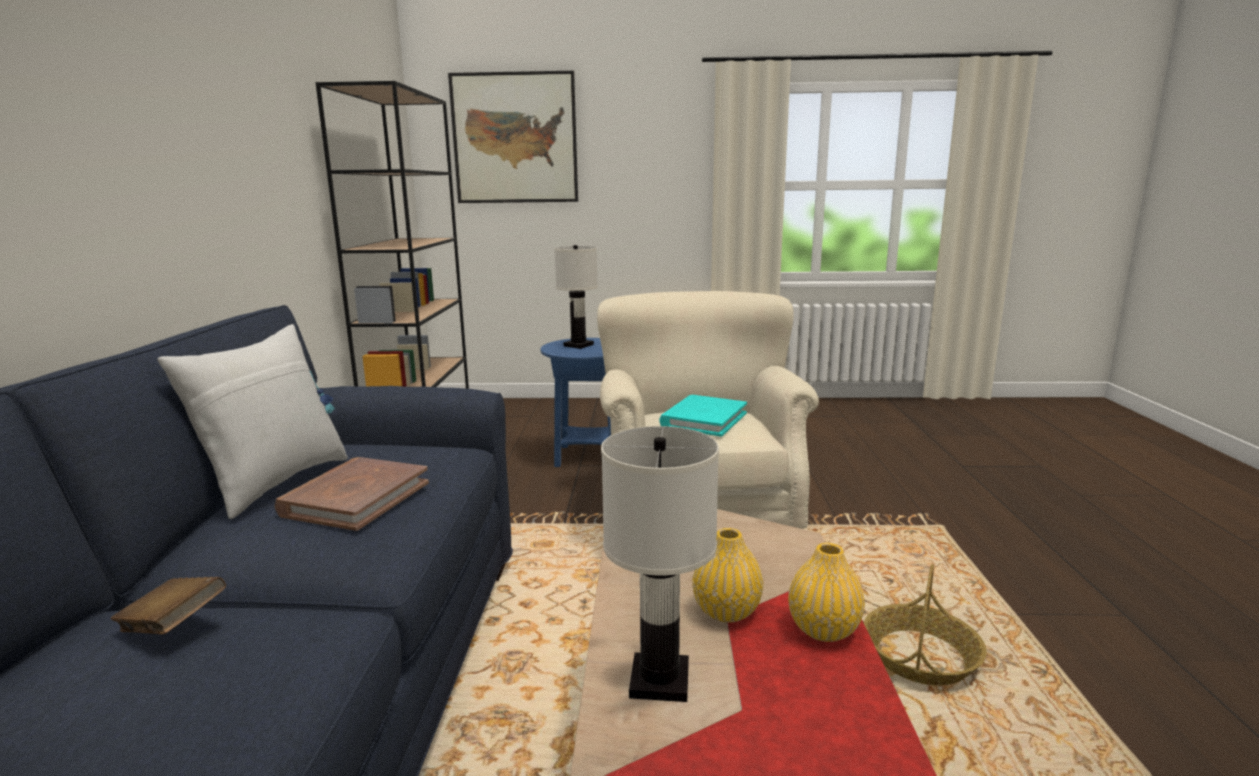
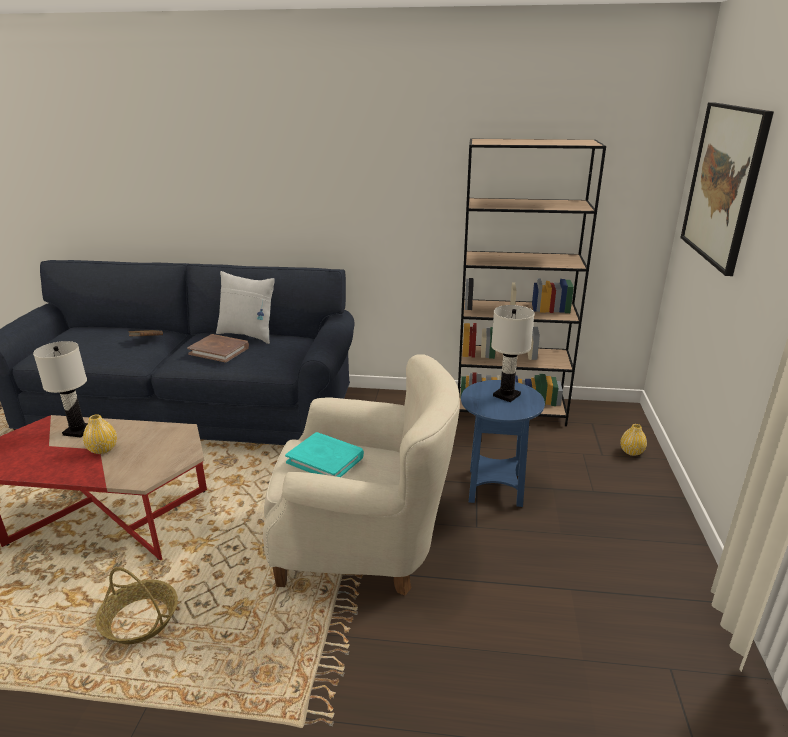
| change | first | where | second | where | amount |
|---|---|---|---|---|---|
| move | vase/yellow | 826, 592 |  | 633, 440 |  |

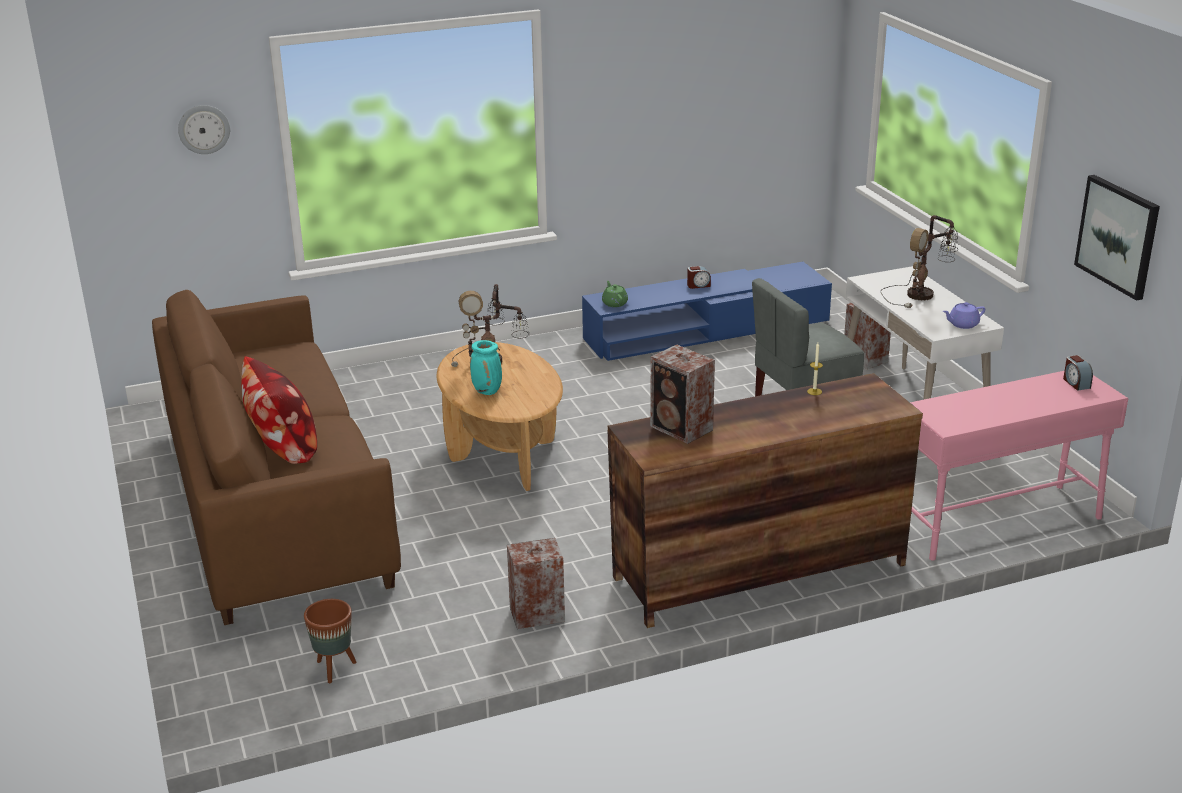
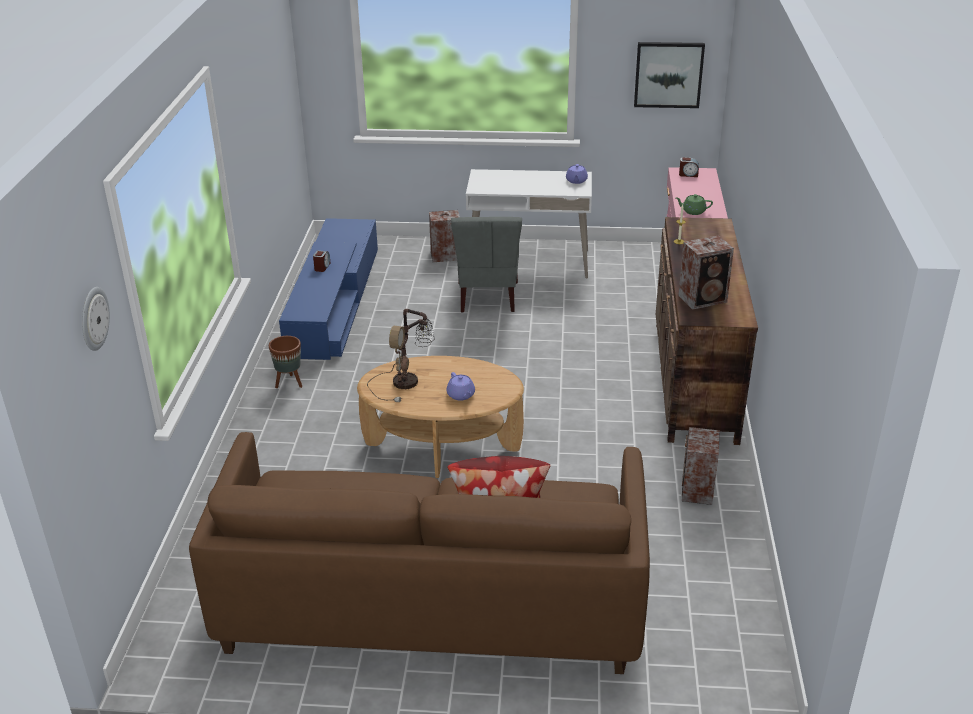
| change | first | where | second | where | amount |
|---|---|---|---|---|---|
| move | plant pot/brown-coloured | 330, 641 |  | 285, 362 |  |
| replace | vase/turquoise | 486, 367 | pot for tea/purple | 461, 386 |  |
| move | pot for tea/greenish | 615, 294 |  | 694, 204 |  |
| delete | lamp for a table | 919, 261 |  |  |  |

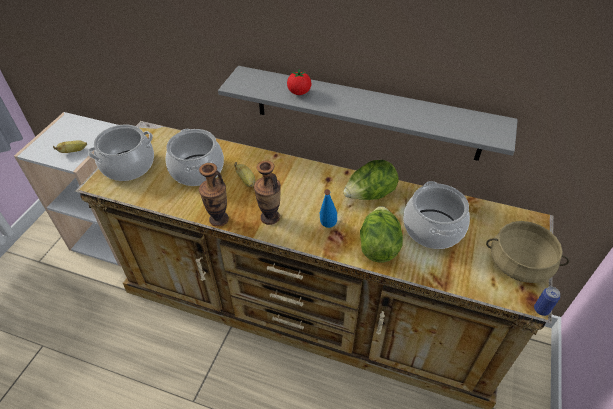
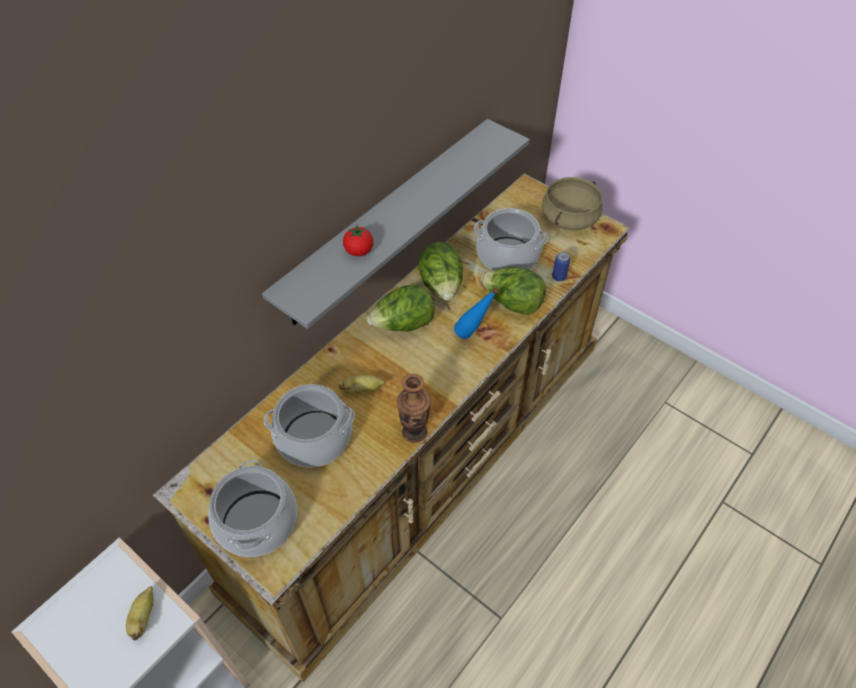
| change | first | where | second | where | amount |
|---|---|---|---|---|---|
| insert |  |  | head of lettuce | 400, 308 |  |
| move | sealed can | 547, 301 |  | 561, 267 |  |
| delete | vase | 267, 193 |  |  |  |

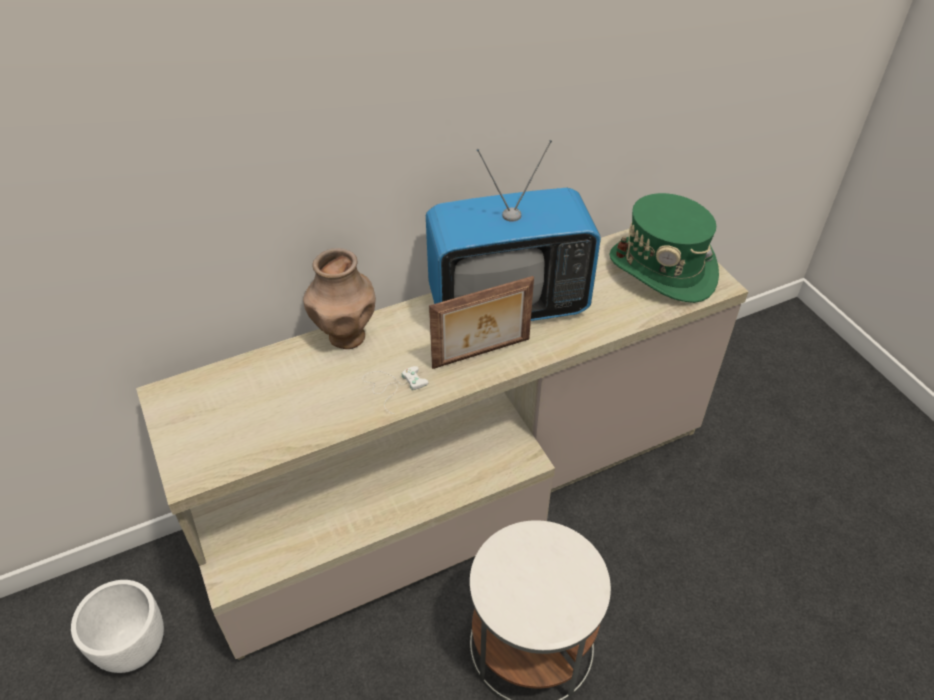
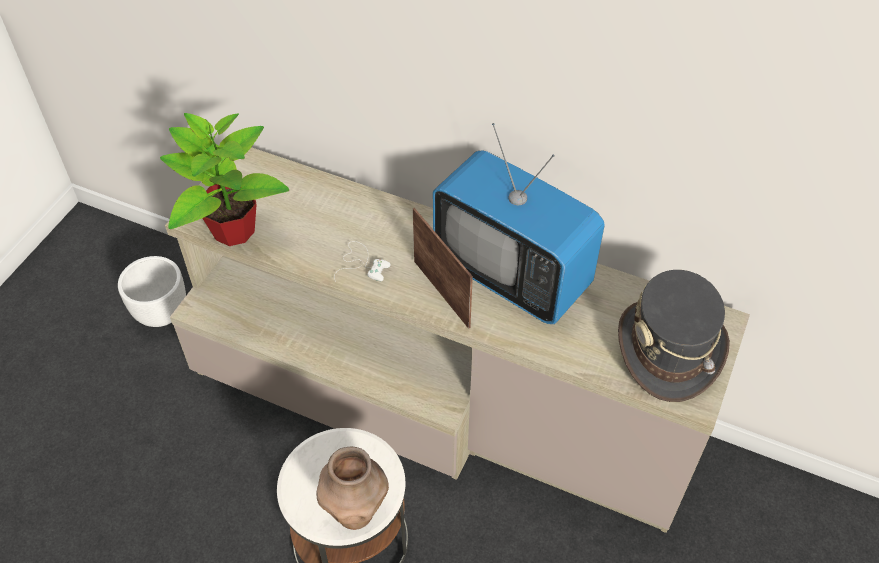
| change | first | where | second | where | amount |
|---|---|---|---|---|---|
| insert |  |  | potted plant | 224, 179 |  |
| move | vase/brown-coloured | 339, 298 |  | 353, 488 |  |
| rotate | photo frame | 481, 322 |  | 443, 268 | 150 degrees counterclockwise |
| recolor | clothing hat/greenish | 664, 248 | clothing hat/greyish | 674, 336 |  |

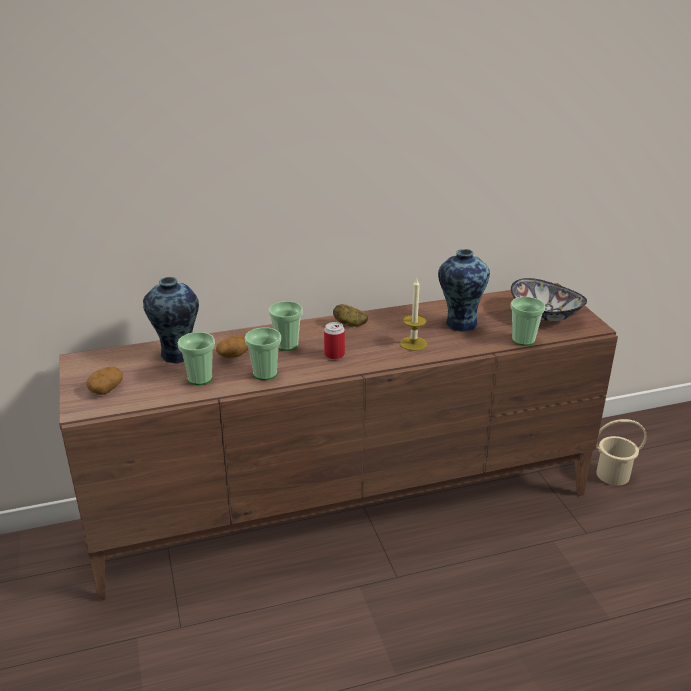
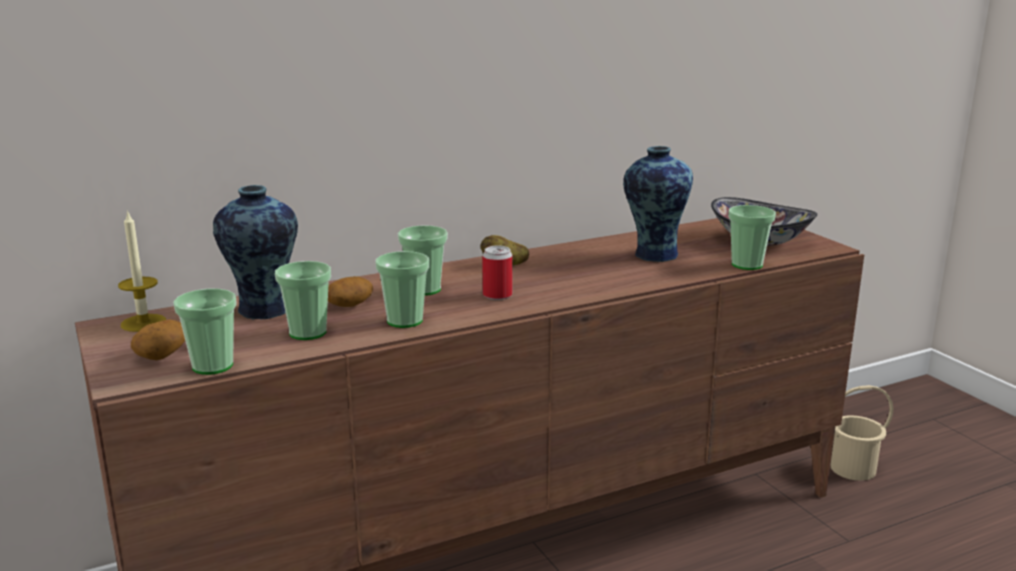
| change | first | where | second | where | amount |
|---|---|---|---|---|---|
| move | wax candle | 413, 315 |  | 142, 271 |  |
| insert |  |  | cup | 205, 332 |  |

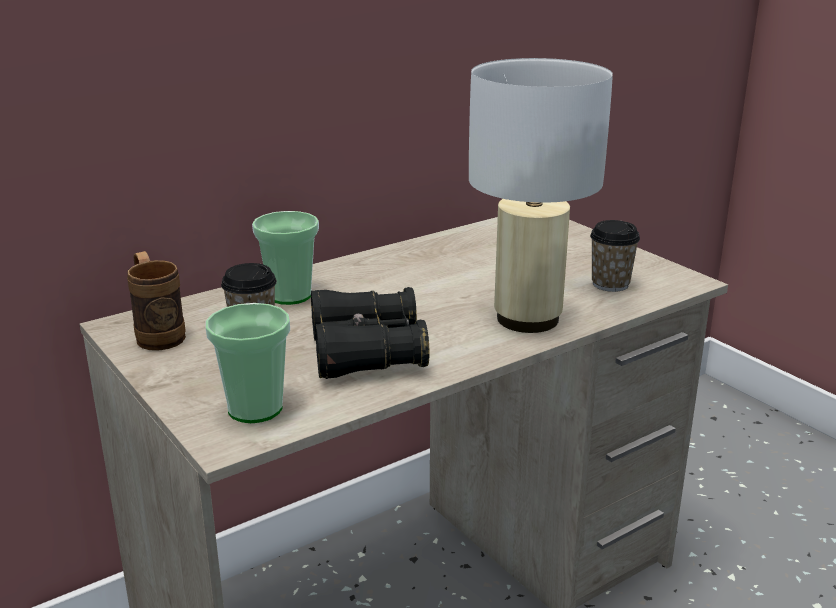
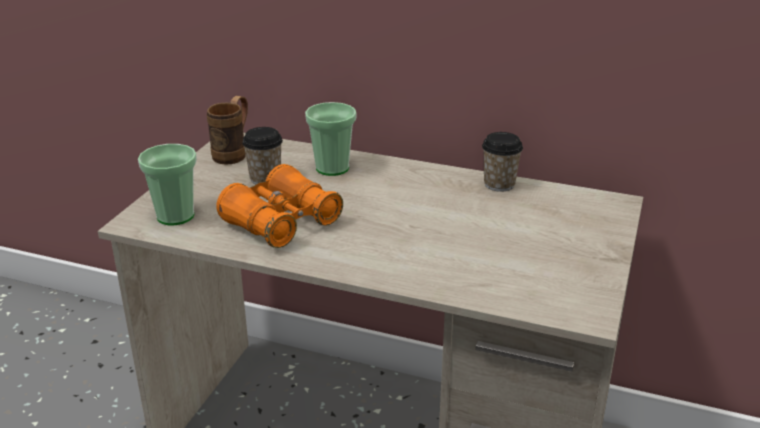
| change | first | where | second | where | amount |
|---|---|---|---|---|---|
| recolor | pair of binoculars/blackish | 370, 333 | pair of binoculars/orange-coloured | 279, 206 |  |
| move | cup | 615, 256 |  | 502, 162 |  |
| delete | lamp for a table/whitish | 541, 195 |  |  |  |

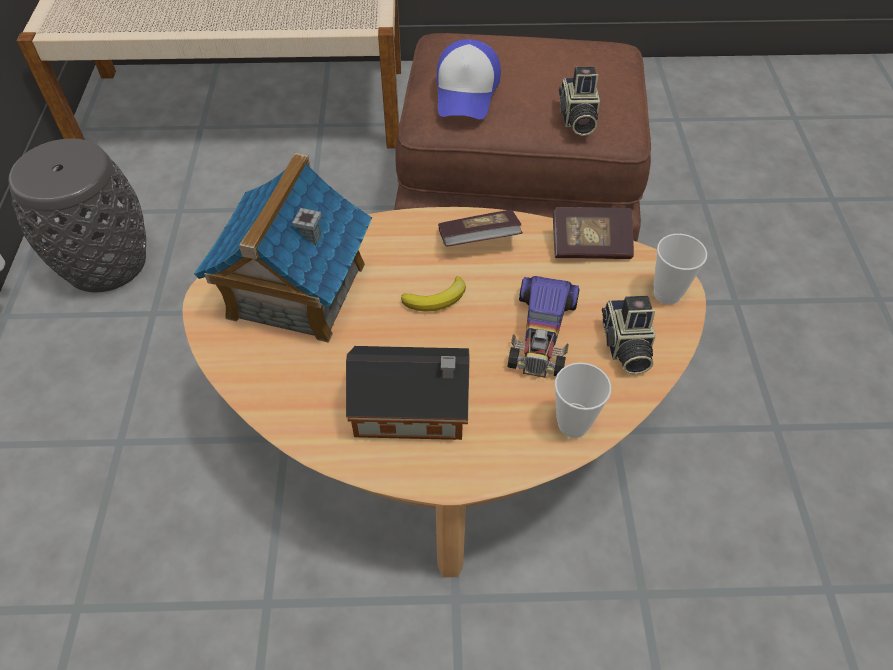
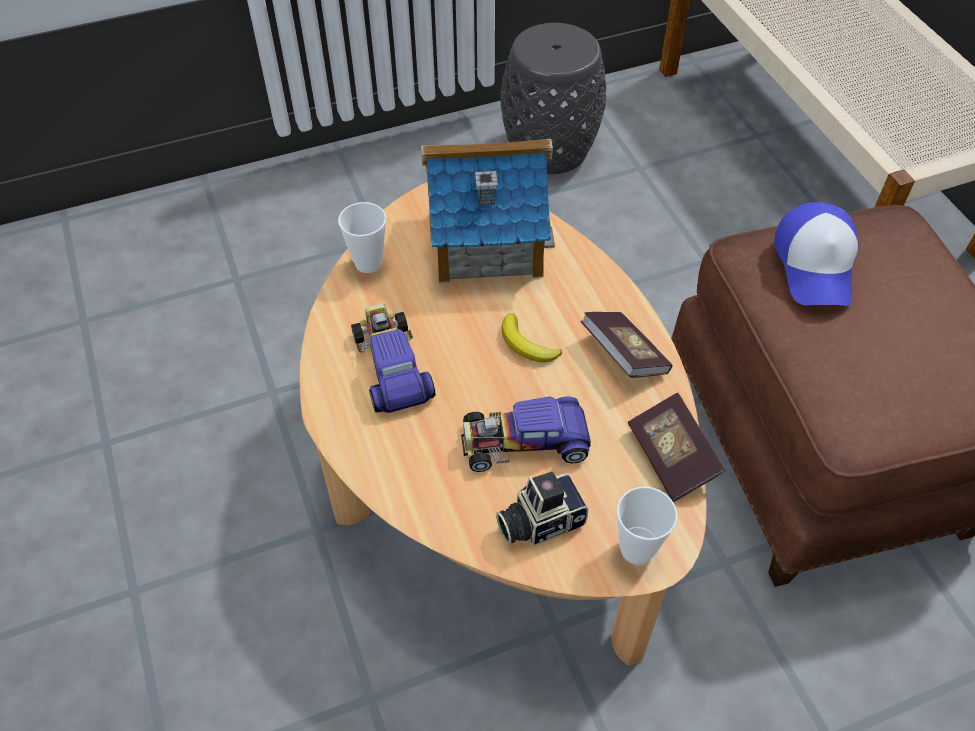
| change | first | where | second | where | amount |
|---|---|---|---|---|---|
| move | cup | 583, 400 |  | 362, 237 |  |
| replace | toy house | 408, 393 | toy car | 393, 358 |  |
| rotate | baseball cap | 469, 79 |  | 816, 254 | 75 degrees counterclockwise |
| delete | still camera | 579, 101 |  |  |  |

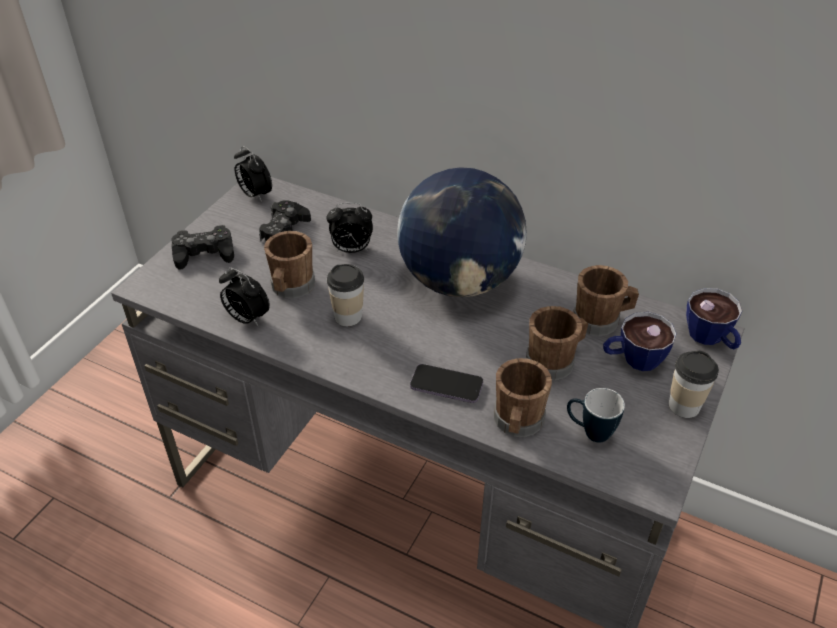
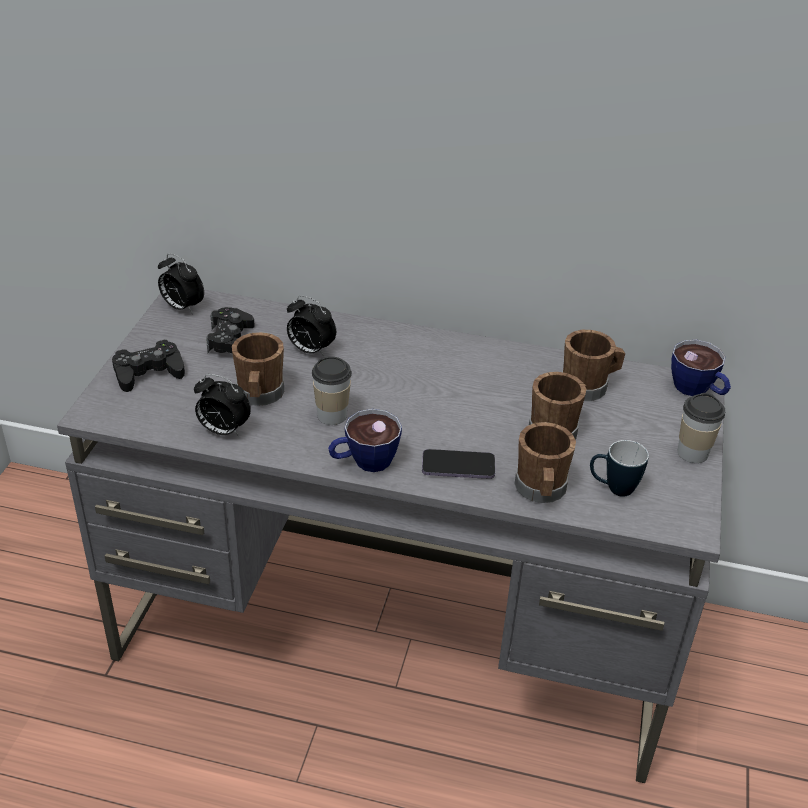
| change | first | where | second | where | amount |
|---|---|---|---|---|---|
| rotate | bedside clock | 350, 227 |  | 311, 326 | 45 degrees clockwise |
| move | cup | 640, 341 |  | 365, 440 |  |
| delete | desk globe | 462, 232 |  |  |  |

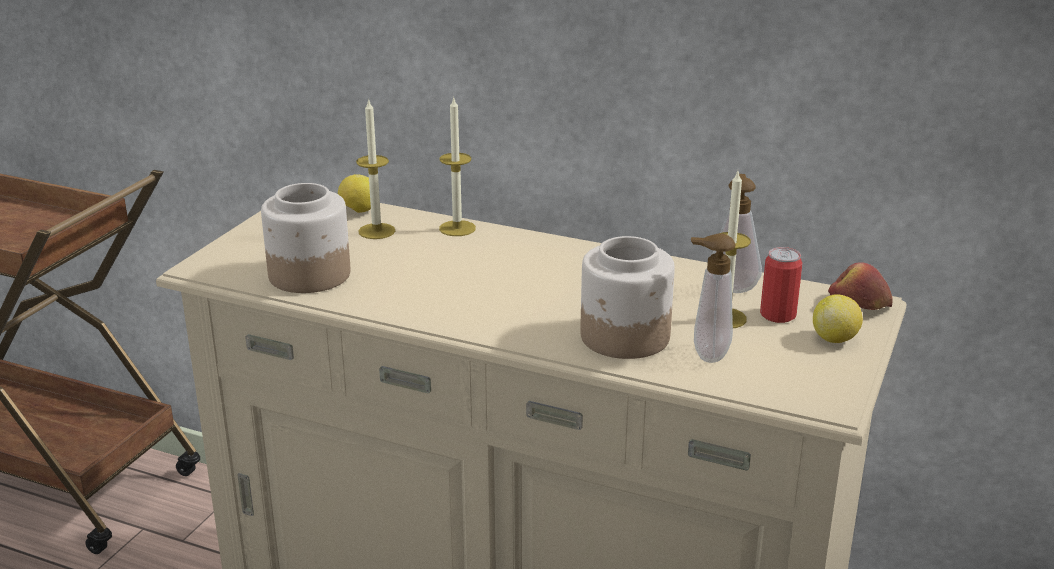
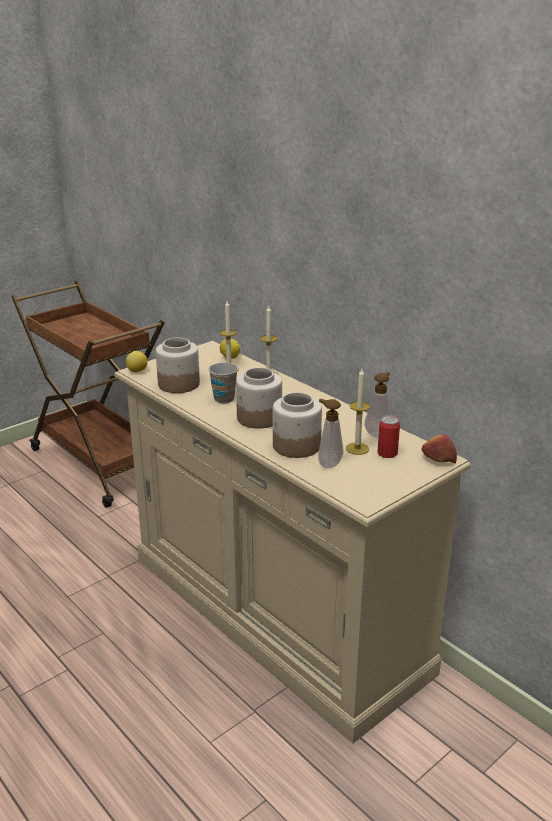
| change | first | where | second | where | amount |
|---|---|---|---|---|---|
| move | whole lemon | 838, 318 |  | 137, 361 |  |
| insert |  |  | cup | 223, 383 |  |
| insert |  |  | preserve jar | 259, 398 |  |

